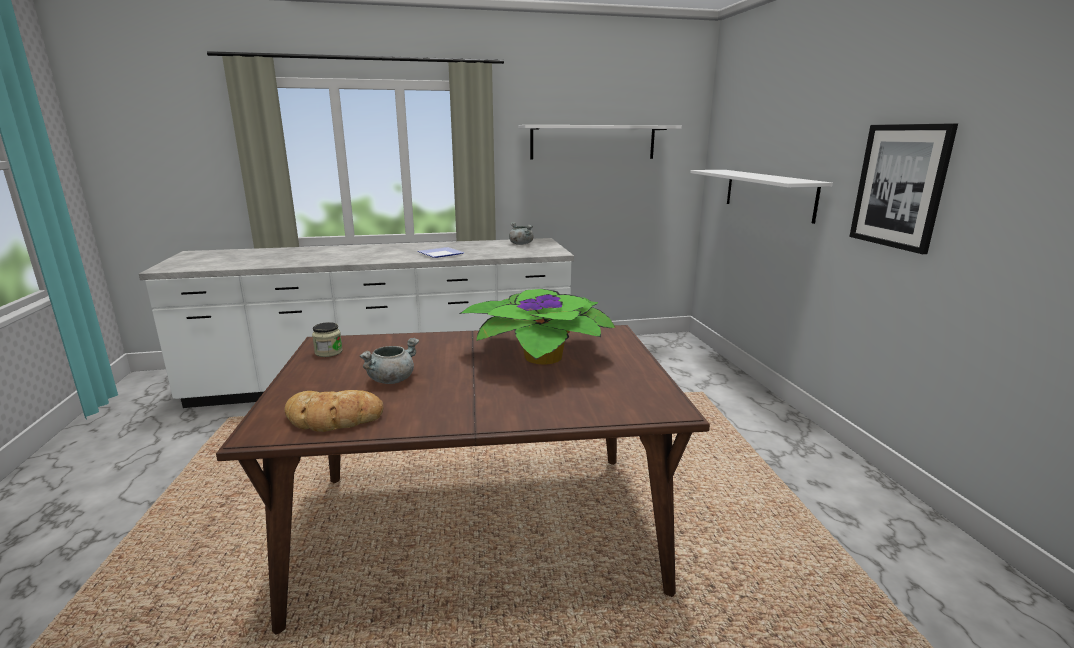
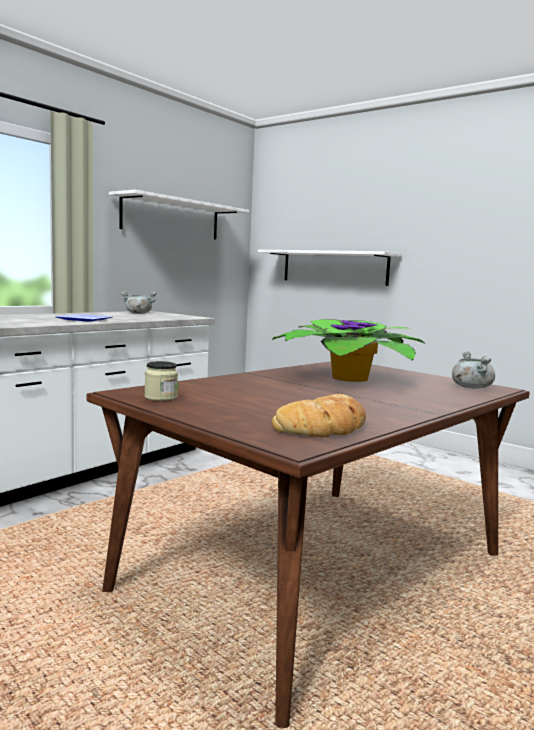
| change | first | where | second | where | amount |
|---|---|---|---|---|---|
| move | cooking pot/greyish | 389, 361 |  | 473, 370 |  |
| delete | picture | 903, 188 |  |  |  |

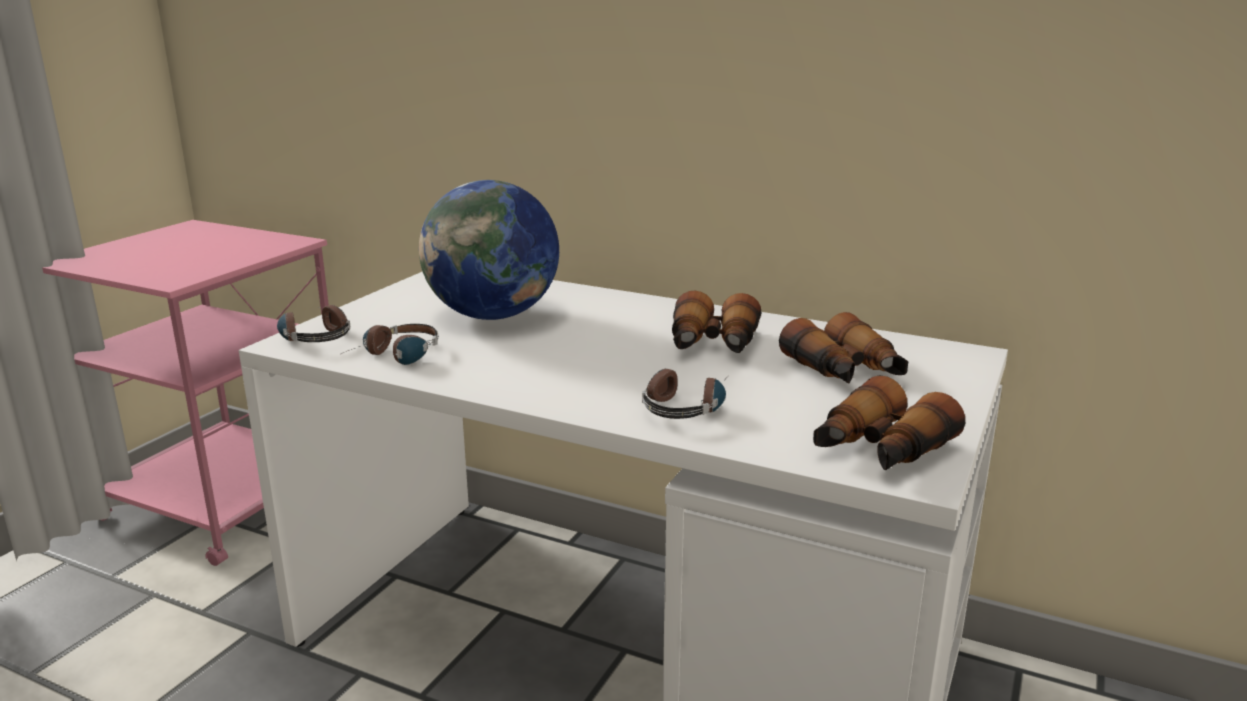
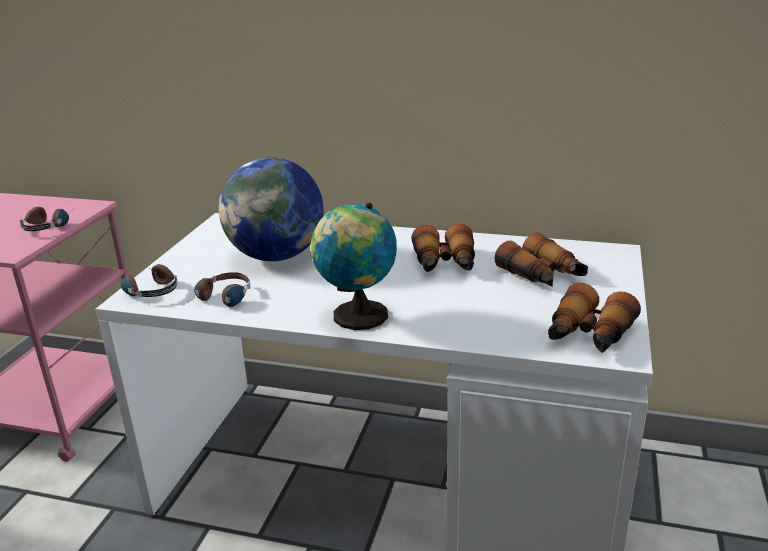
| change | first | where | second | where | amount |
|---|---|---|---|---|---|
| move | pair of headphones | 684, 394 |  | 47, 219 |  |
| insert |  |  | desk globe | 353, 266 |  |

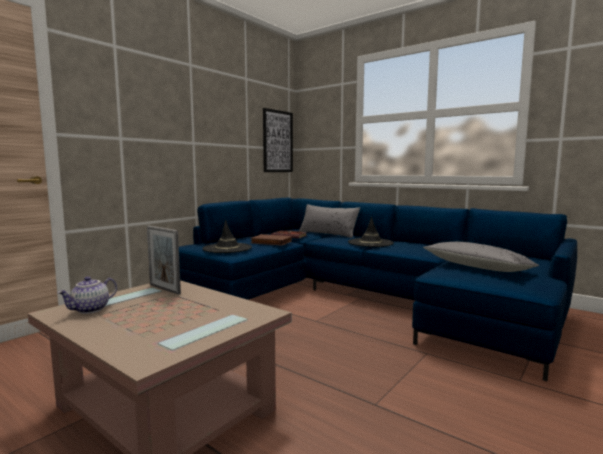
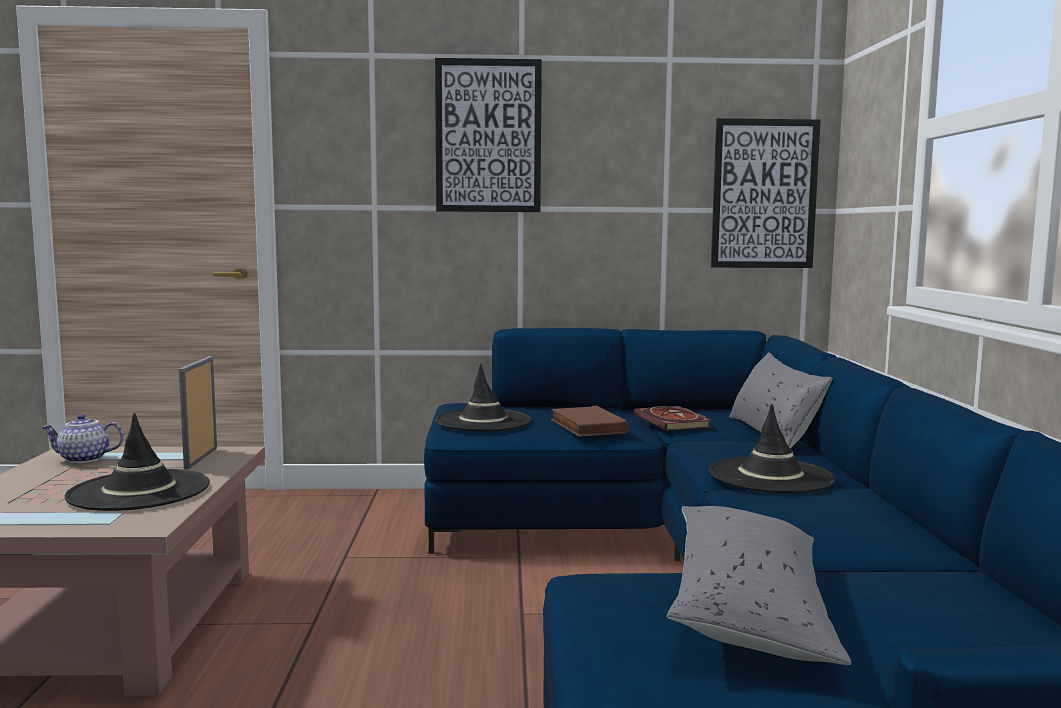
| change | first | where | second | where | amount |
|---|---|---|---|---|---|
| insert |  |  | clothing hat/blackish | 137, 462 |  |
| insert |  |  | picture | 488, 135 |  |

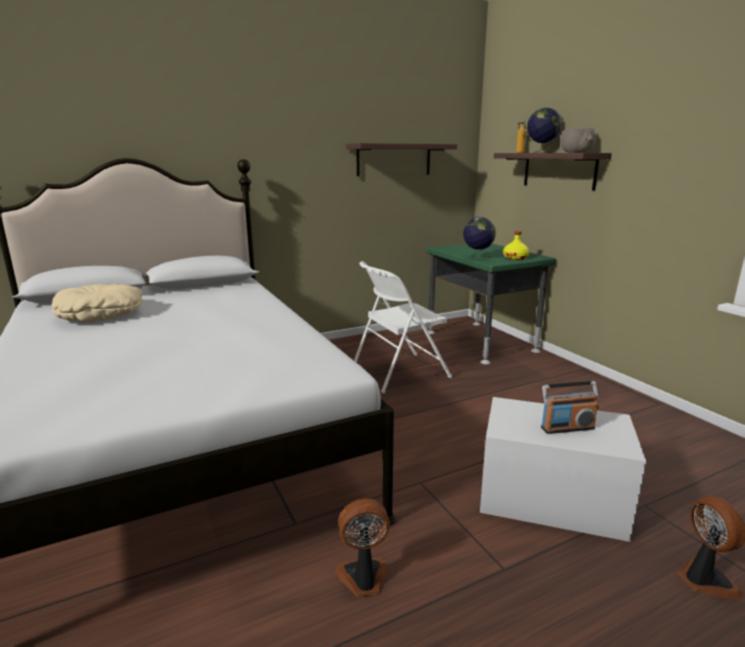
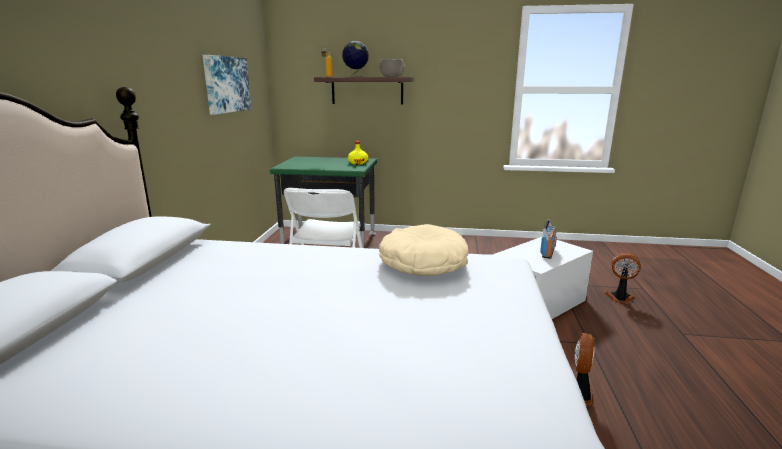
| change | first | where | second | where | amount |
|---|---|---|---|---|---|
| replace | bracket shelf | 401, 159 | picture | 226, 85 |  |
| move | throw pillow/beige-coloured | 96, 303 |  | 424, 250 |  |
| delete | desk globe | 479, 238 |  |  |  |

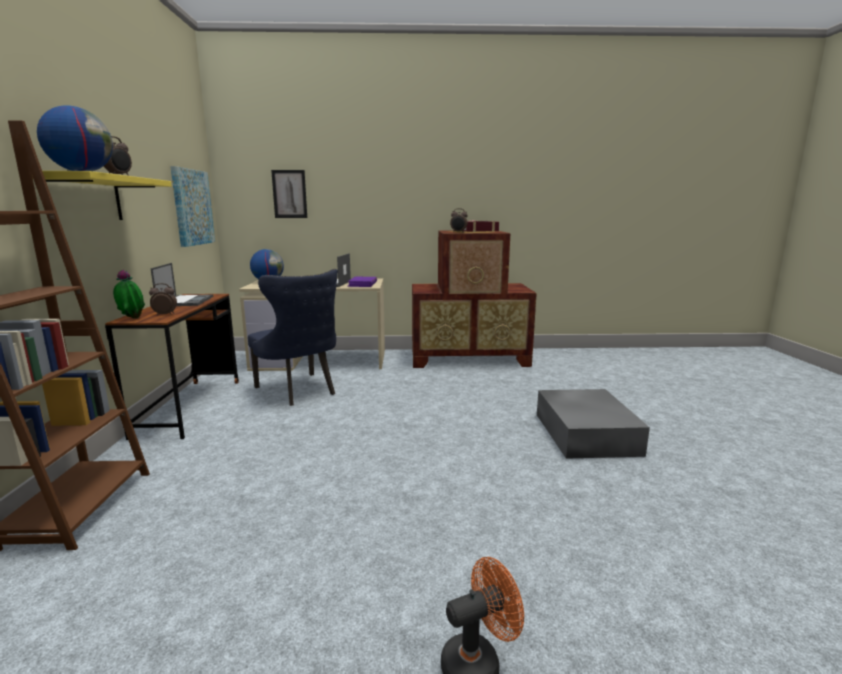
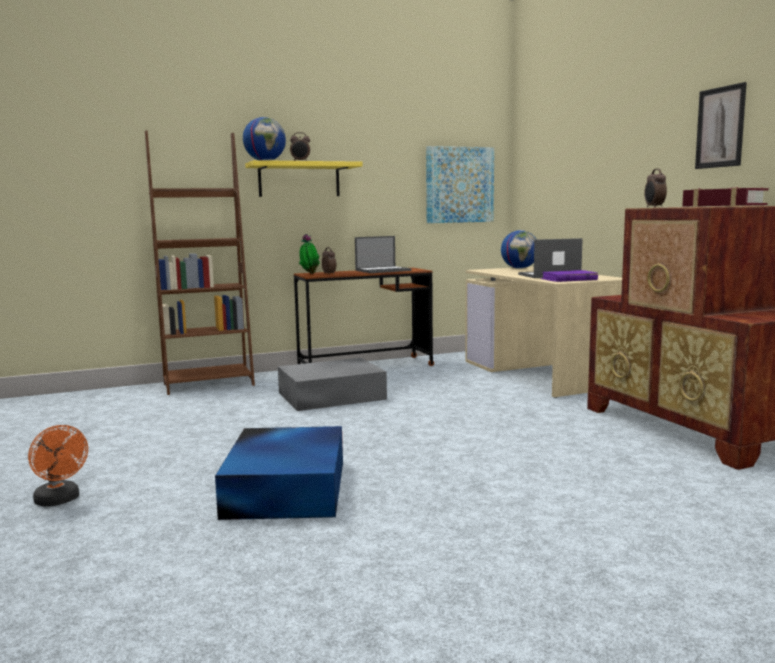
| change | first | where | second | where | amount |
|---|---|---|---|---|---|
| insert |  |  | storage container/bluish | 279, 473 |  |
| move | storage container/greyish | 593, 424 |  | 332, 384 |  |
| move | picture | 289, 194 |  | 721, 125 |  |
| delete | upright chair/bluish | 293, 337 |  |  |  |

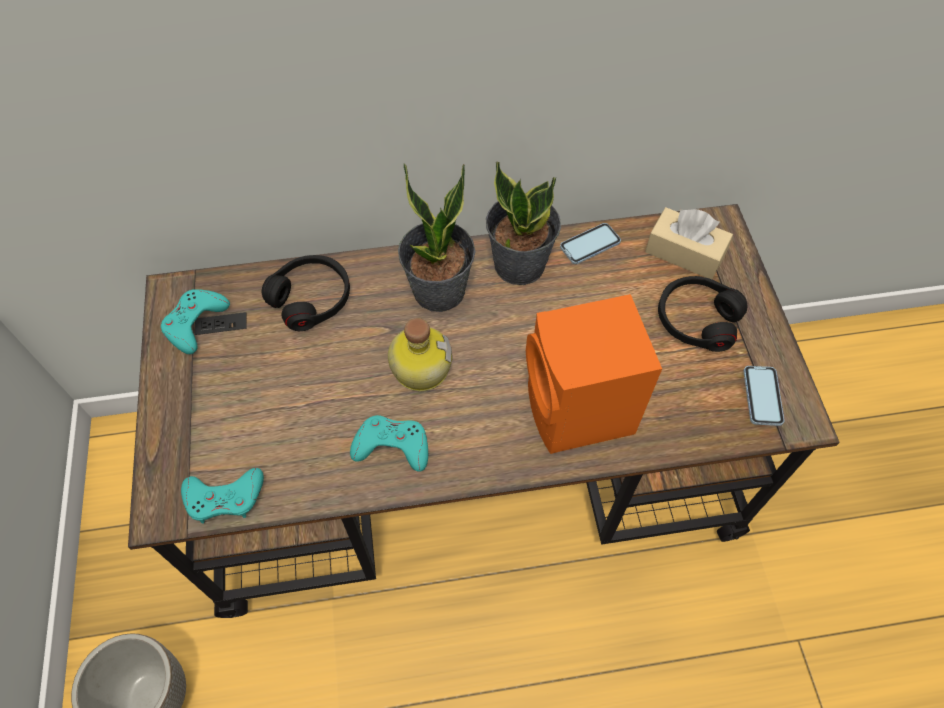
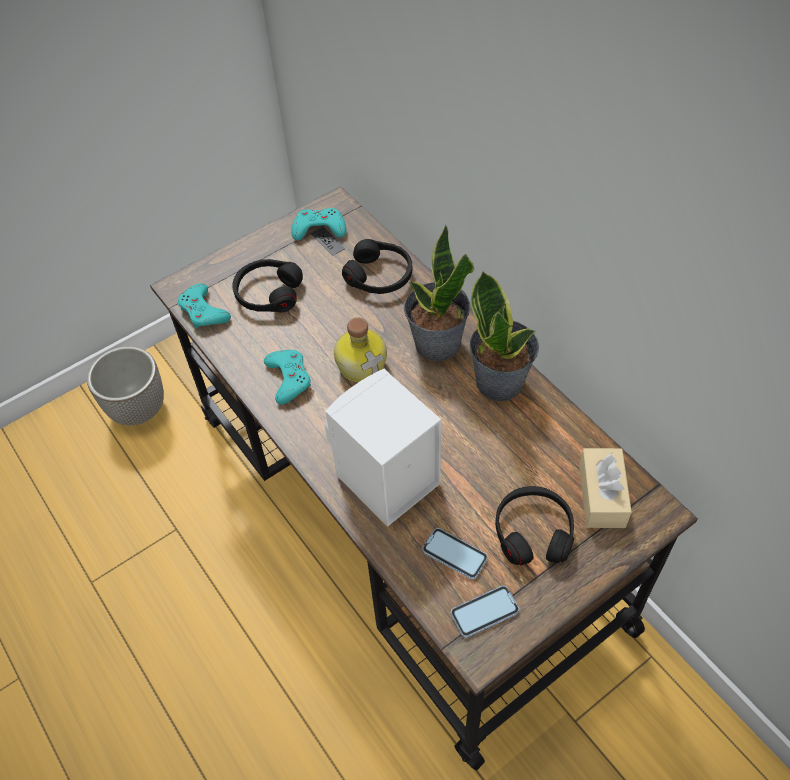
| change | first | where | second | where | amount |
|---|---|---|---|---|---|
| insert |  |  | pair of headphones/blackish | 267, 285 |  |
| recolor | audio speaker/orange-coloured | 594, 374 | audio speaker/whitish | 383, 448 |  |
| move | telephone | 590, 243 |  | 455, 553 |  |

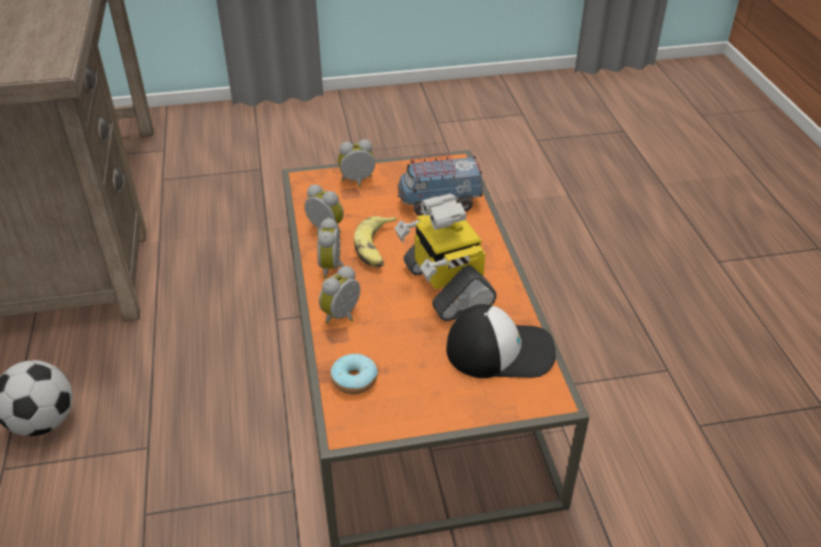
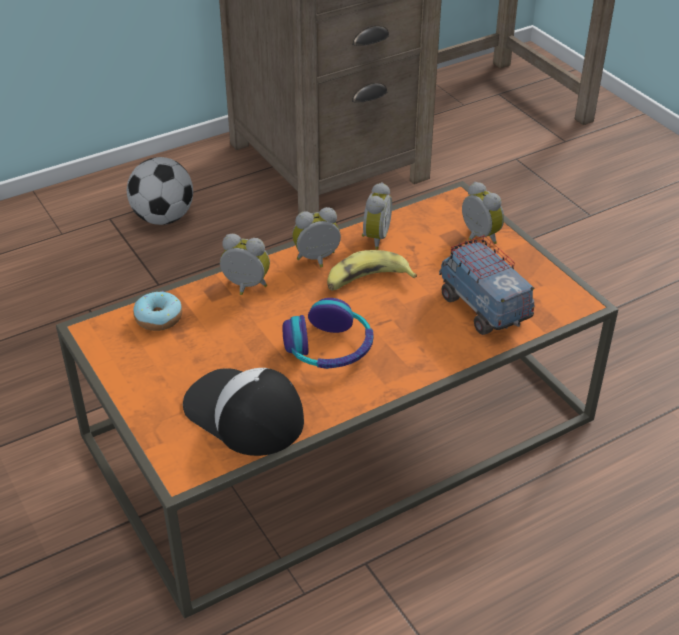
| change | first | where | second | where | amount |
|---|---|---|---|---|---|
| rotate | baseball cap | 501, 341 |  | 243, 412 | 150 degrees clockwise |
| replace | robot figure | 446, 258 | pair of headphones | 328, 333 |  |

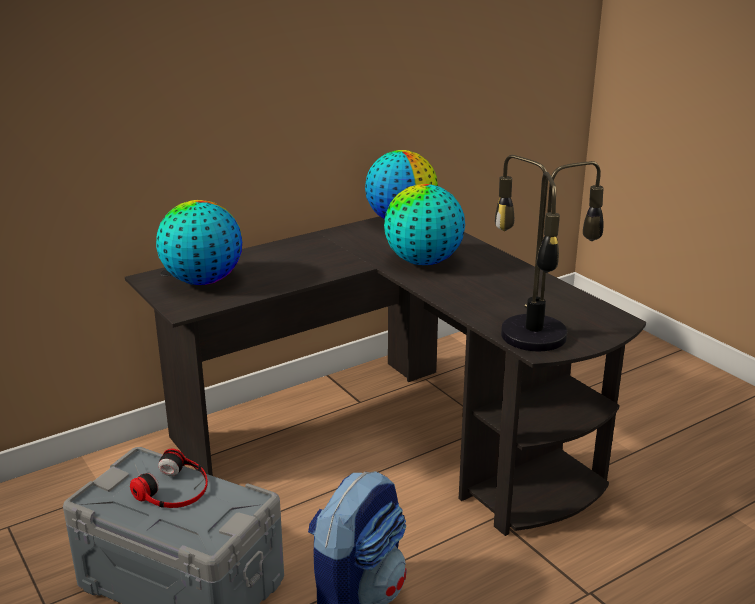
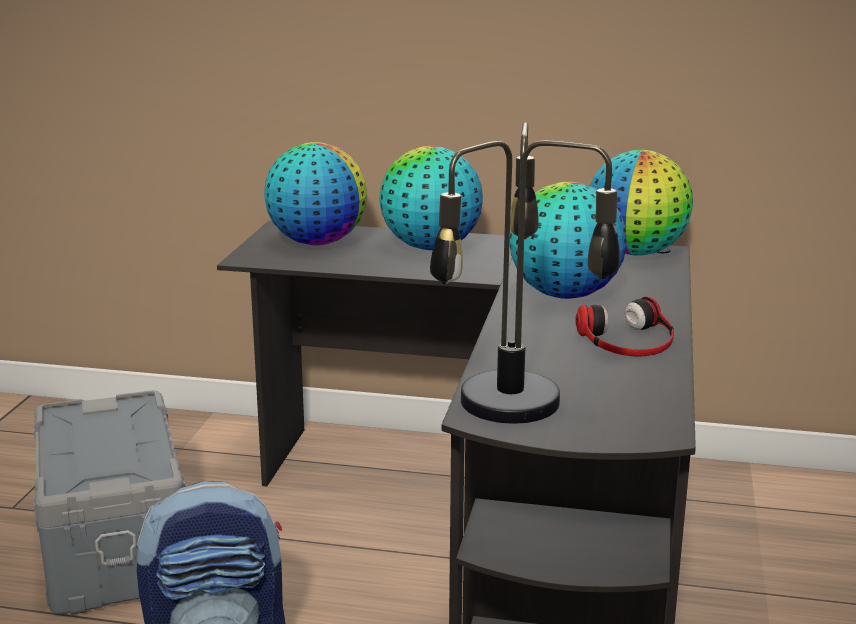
| change | first | where | second | where | amount |
|---|---|---|---|---|---|
| insert |  |  | desk globe | 431, 198 |  |
| move | pair of headphones | 169, 478 |  | 624, 326 |  |

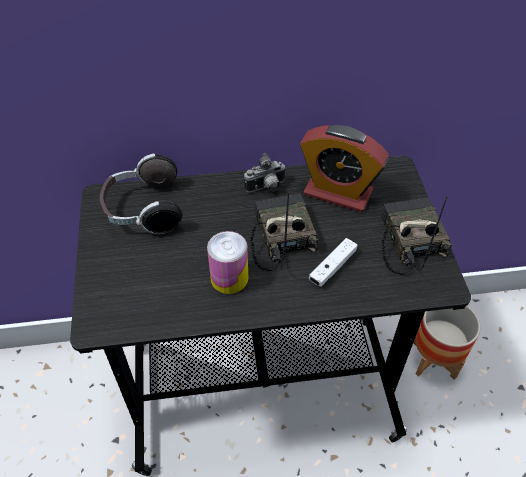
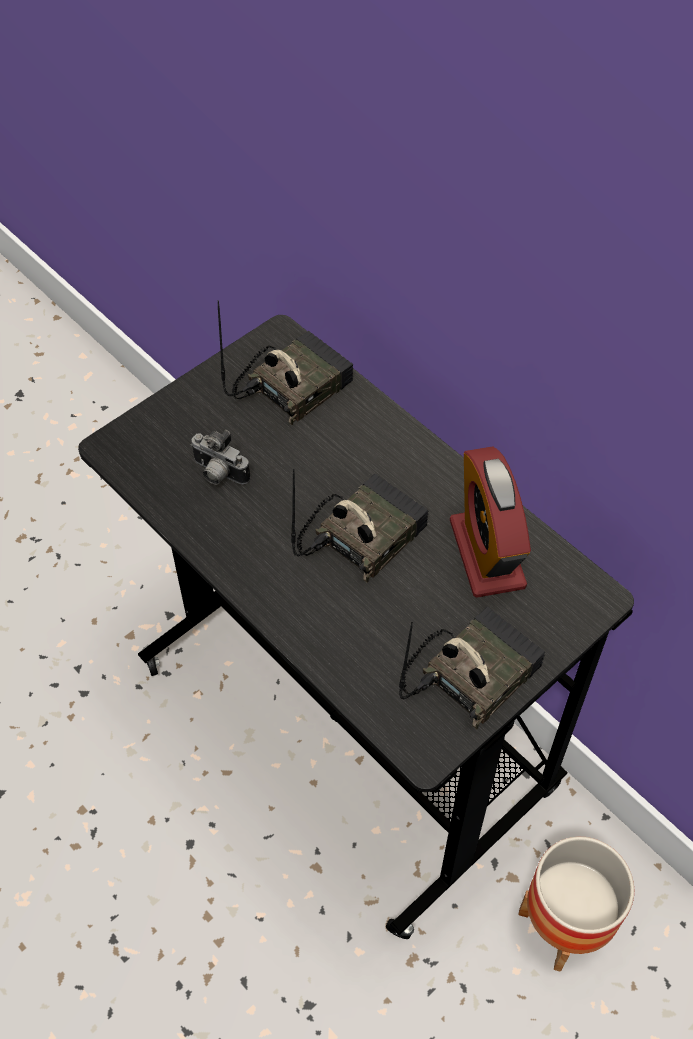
| change | first | where | second | where | amount |
|---|---|---|---|---|---|
| move | still camera | 265, 172 |  | 220, 457 |  |
| replace | pair of headphones | 141, 194 | radio receiver | 285, 362 |  |
| delete | sealed can | 227, 262 |  |  |  |
| delete | game controller/whitish | 333, 262 |  |  |  |

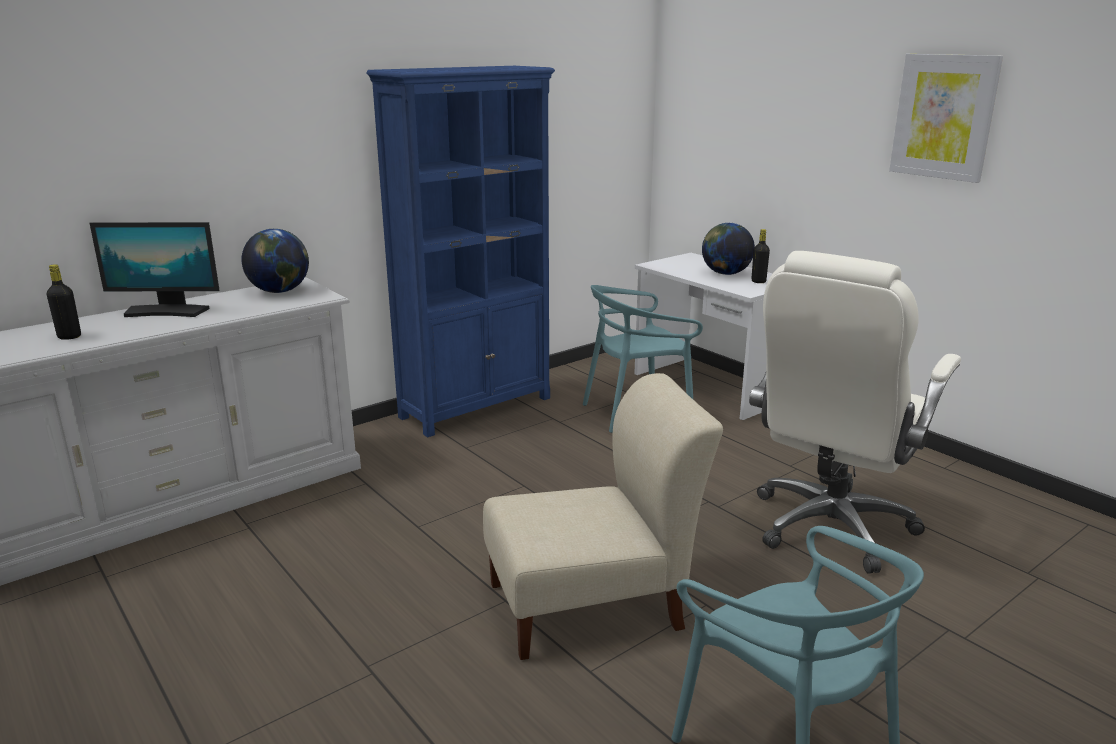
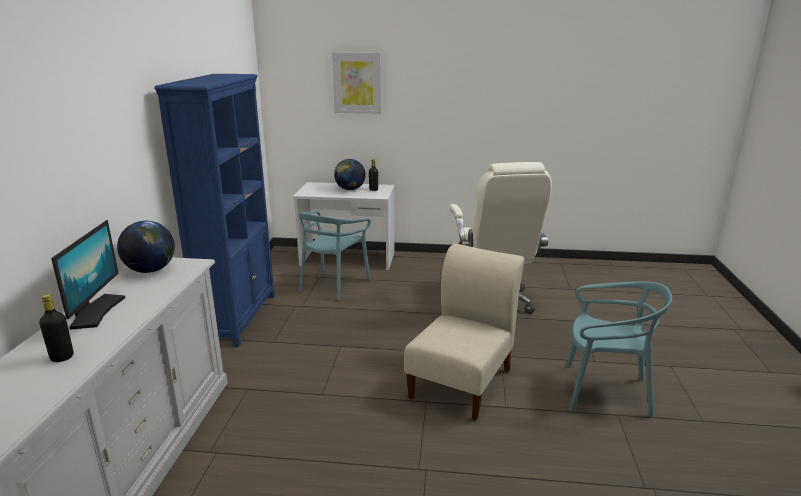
| change | first | where | second | where | amount |
|---|---|---|---|---|---|
| rotate | monitor | 155, 269 |  | 88, 275 | 45 degrees counterclockwise |
| move | picture | 946, 118 |  | 356, 83 |  |

